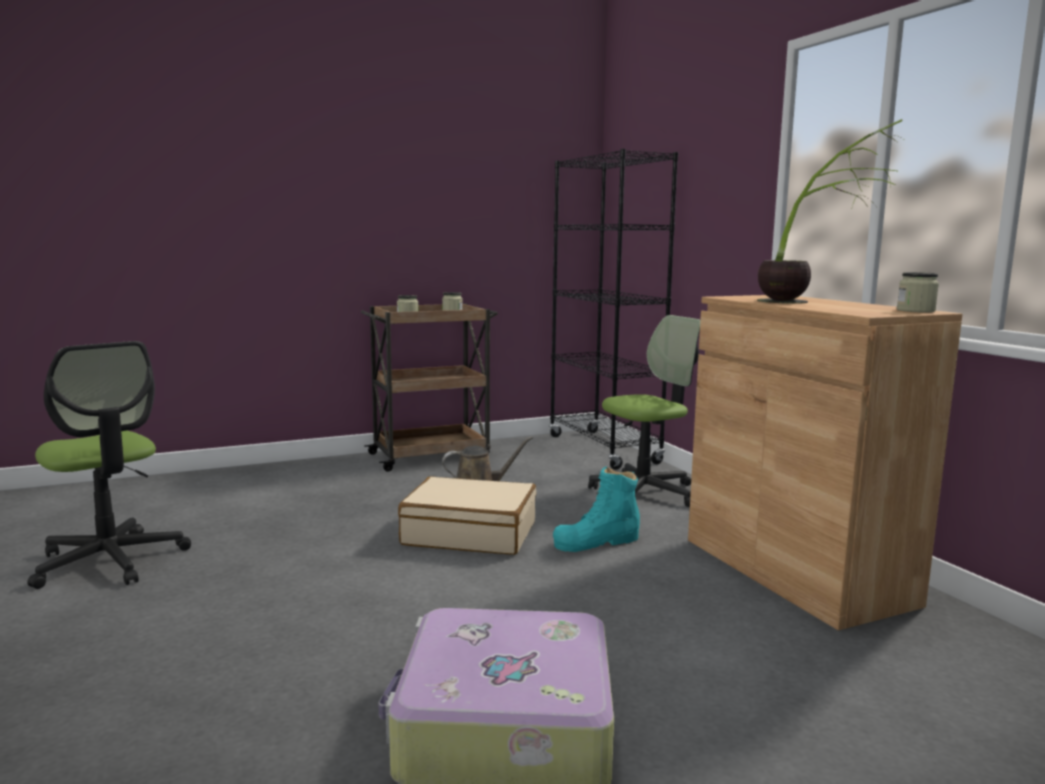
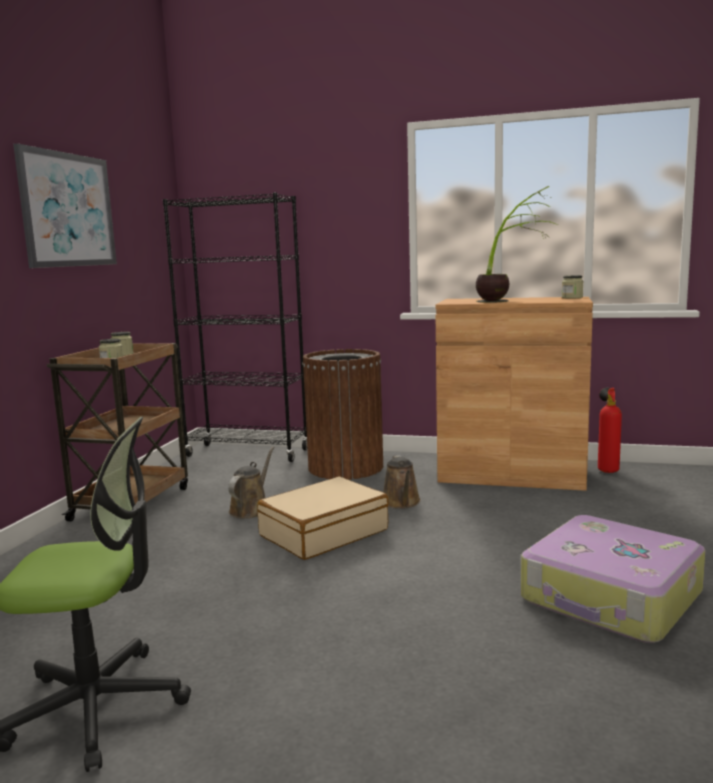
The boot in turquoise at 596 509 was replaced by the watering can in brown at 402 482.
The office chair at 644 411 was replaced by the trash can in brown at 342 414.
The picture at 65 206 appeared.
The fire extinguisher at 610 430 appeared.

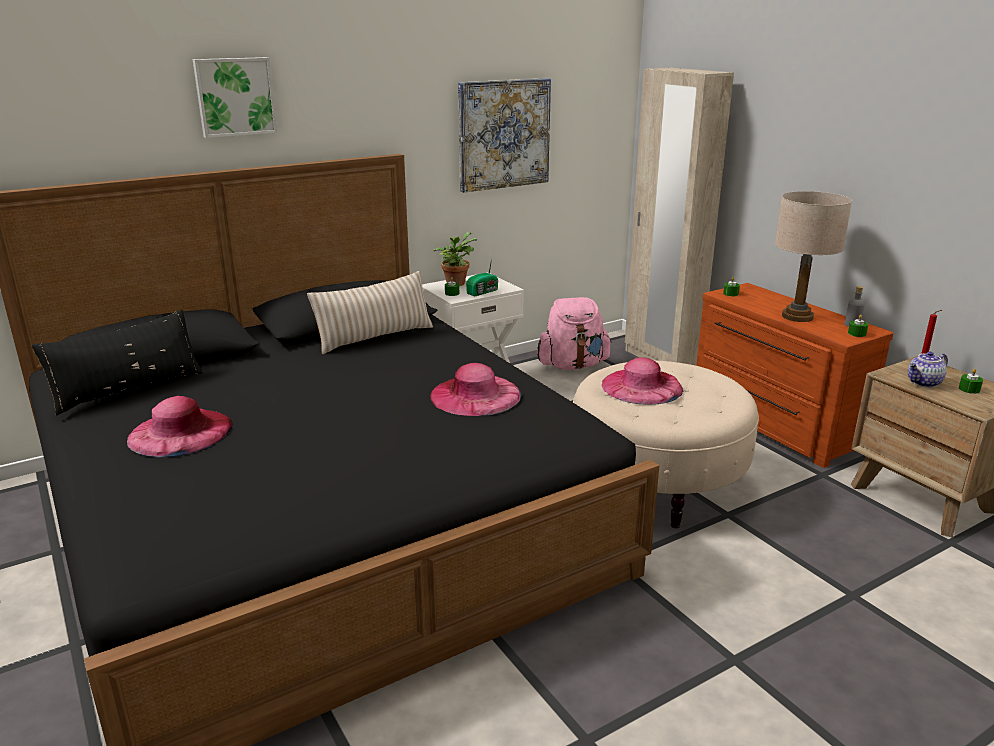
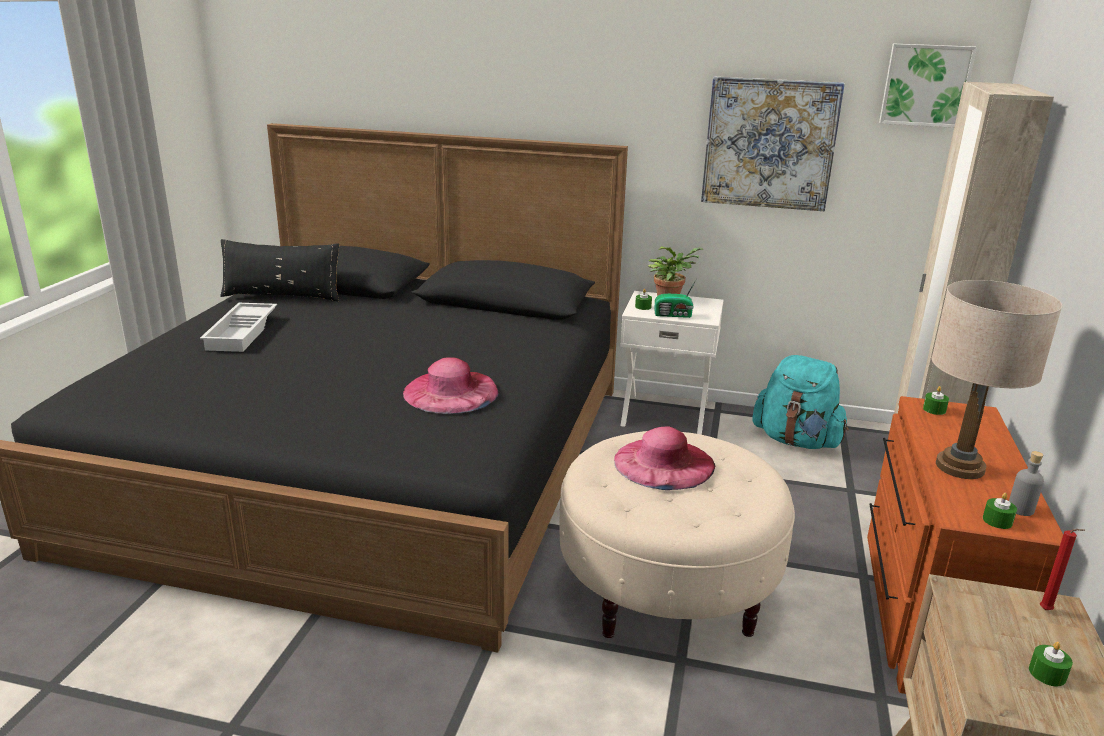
The hat in pink at 180 426 was replaced by the tray in white at 238 327.
The picture moved from 235 97 to 928 86.
The pillow in beige at 370 312 disappeared.
The backpack in pink at 574 333 became the backpack in turquoise at 800 402.
The teapot at 928 369 disappeared.

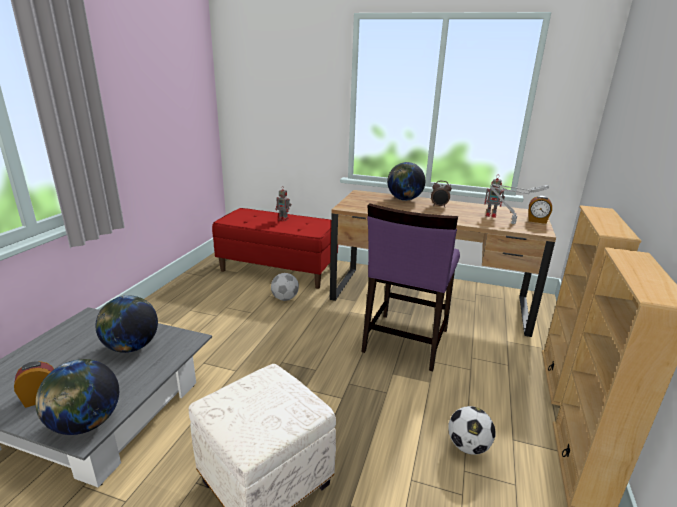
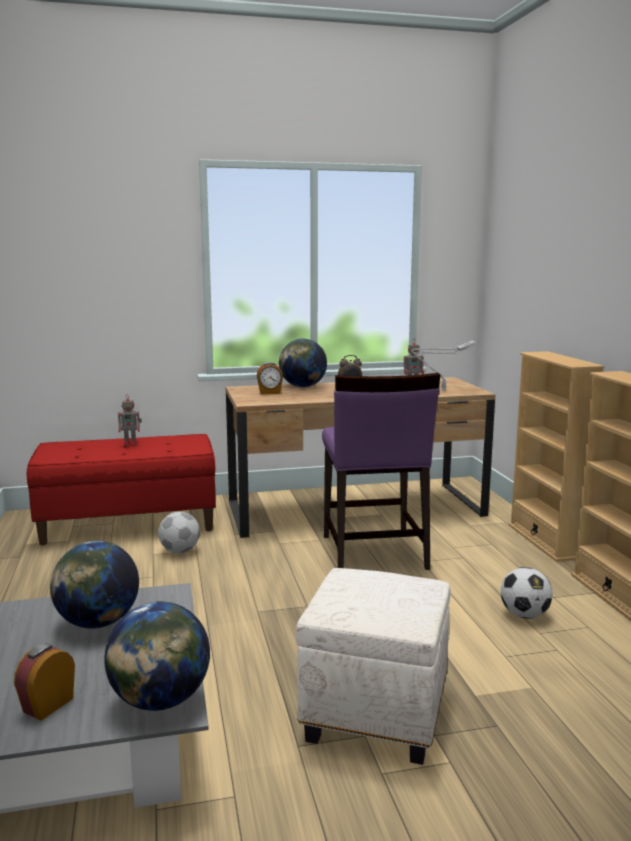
The alarm clock moved from 540 210 to 270 378.

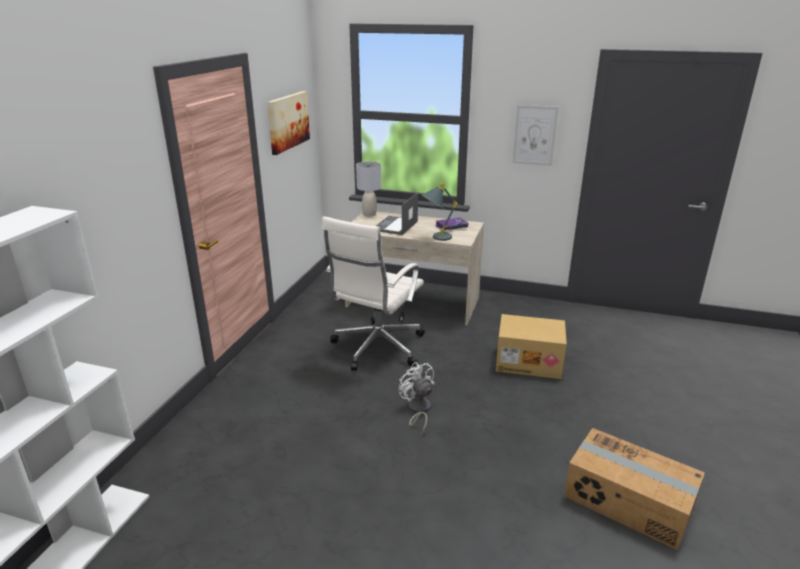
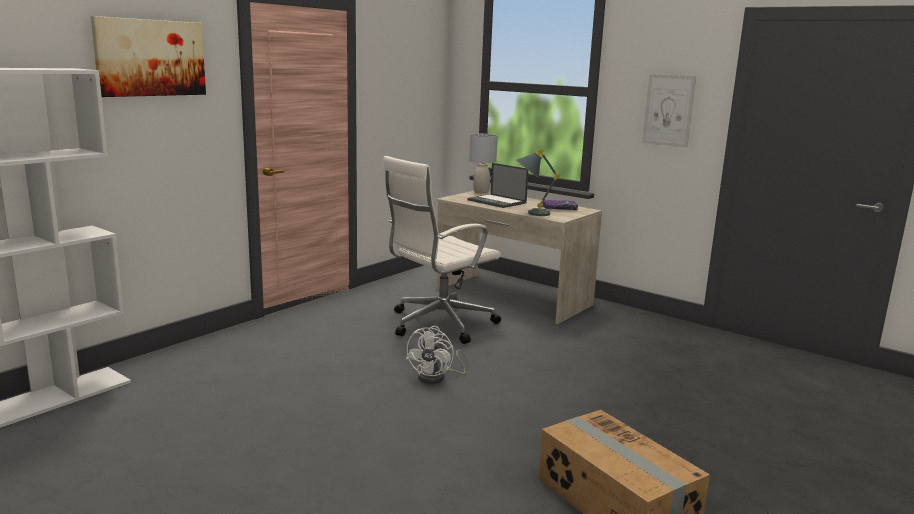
The picture moved from 288 123 to 148 56.
The laptop at 397 214 turned 90 degrees counterclockwise.
The fan in white at 417 398 turned 150 degrees counterclockwise.
The cardboard box at 531 346 disappeared.

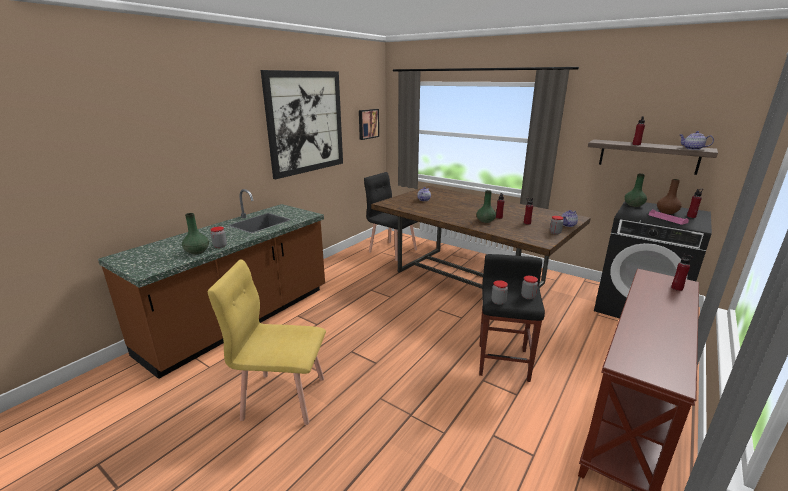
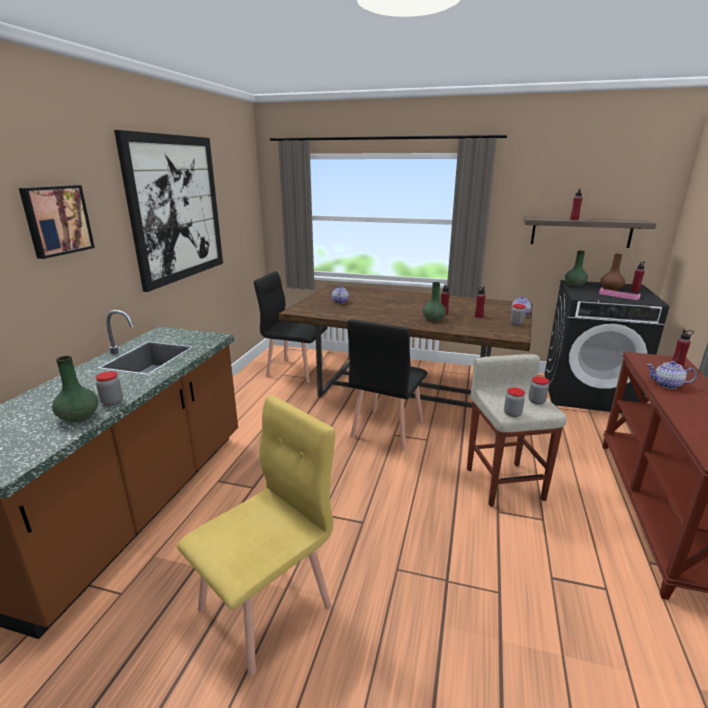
The chair in yellow at 267 342 turned 150 degrees clockwise.
The picture moved from 369 124 to 57 222.
The stool in black at 512 318 became the stool in beige at 517 430.
The teapot moved from 697 140 to 672 375.
The chair in black at 387 385 appeared.

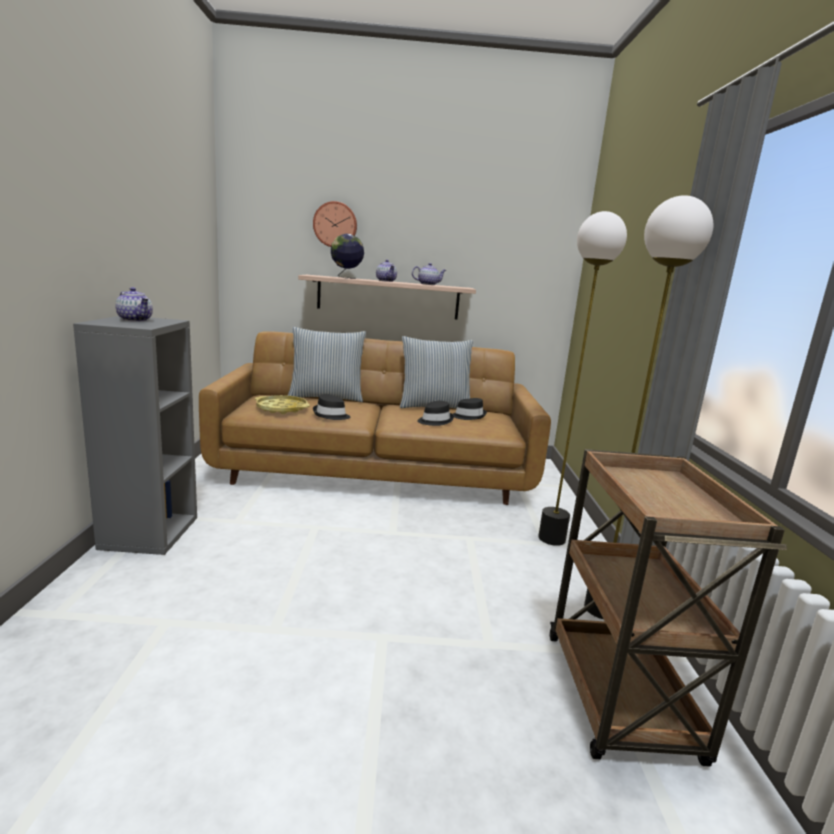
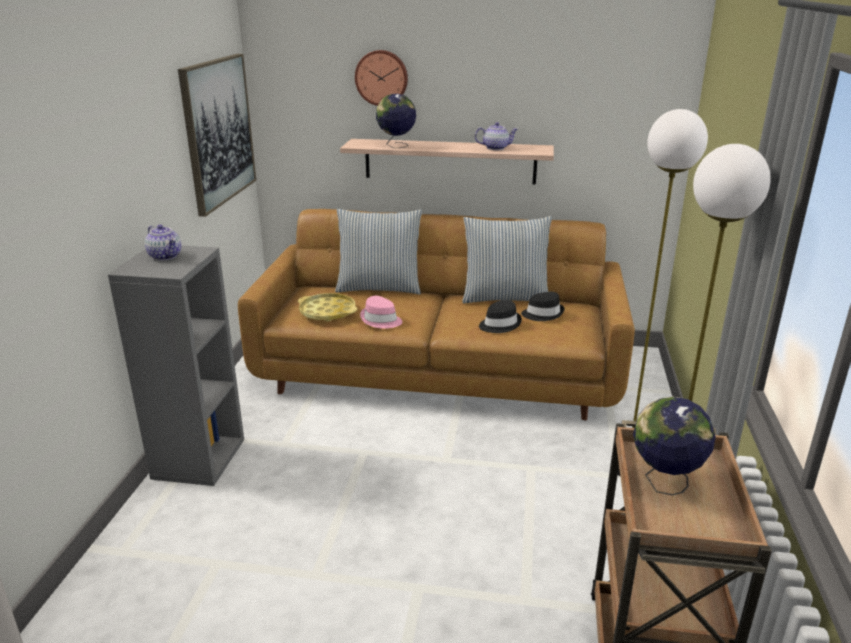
The hat in black at 331 407 became the hat in pink at 381 312.
The teapot at 386 271 disappeared.
The picture at 217 135 appeared.
The globe at 674 446 appeared.

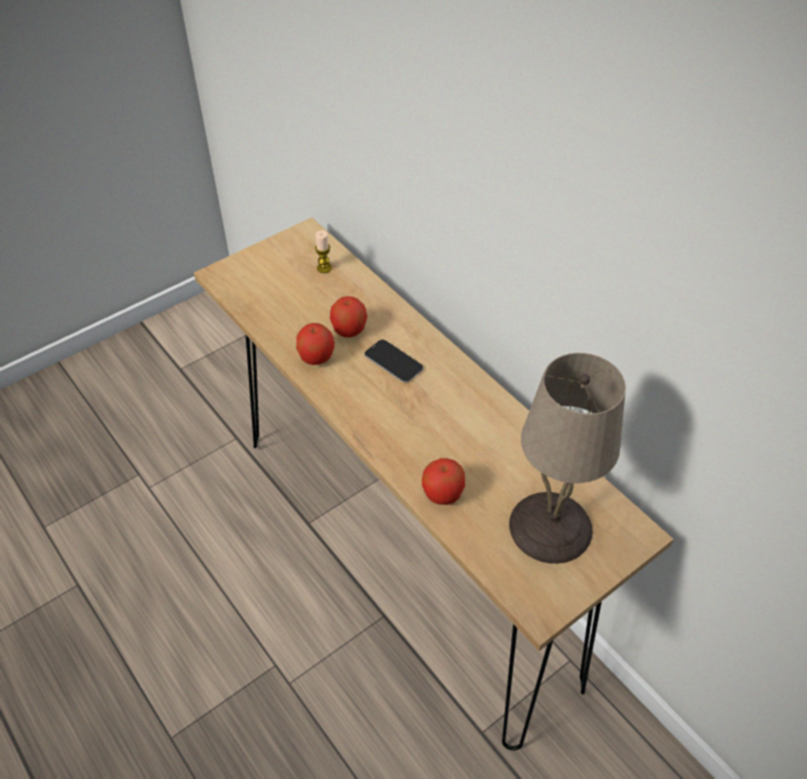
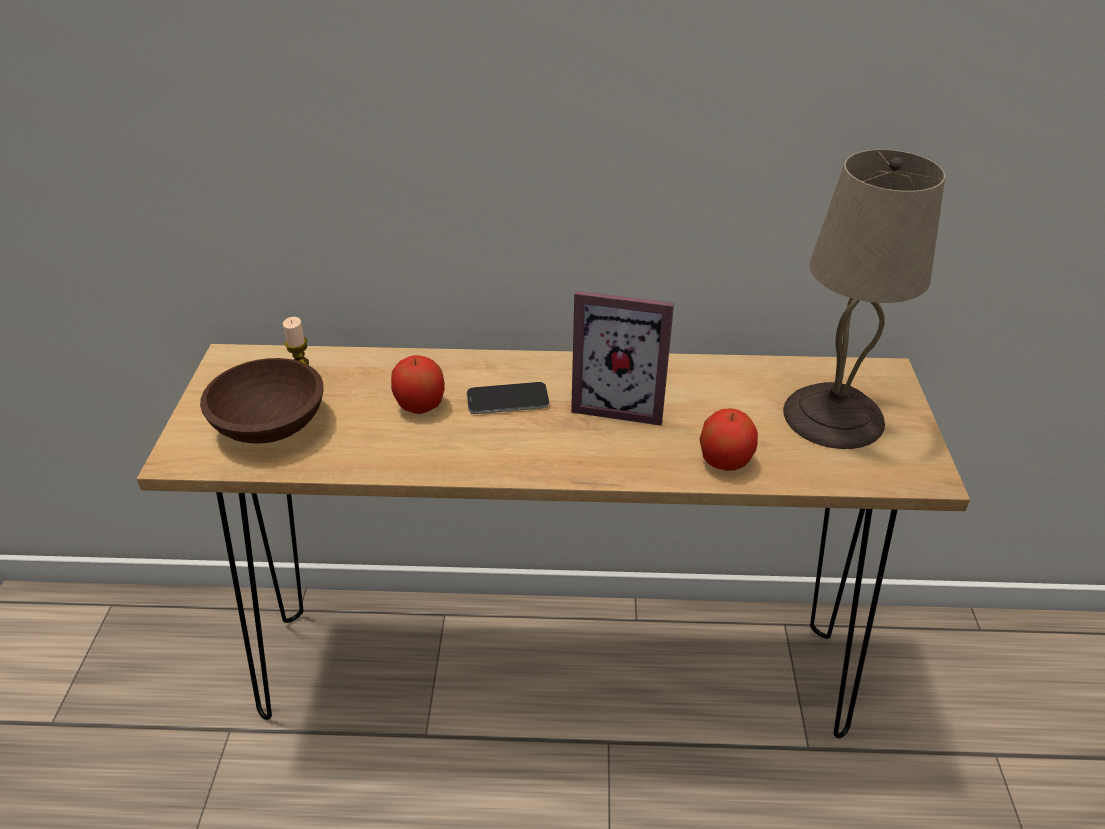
The apple at 315 344 disappeared.
The bowl in brown at 262 400 appeared.
The picture frame at 622 358 appeared.

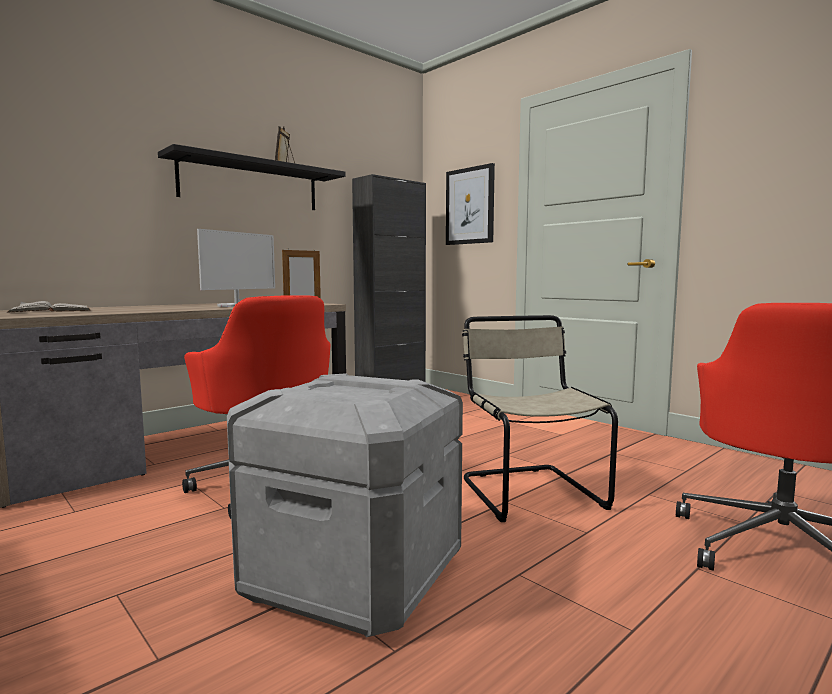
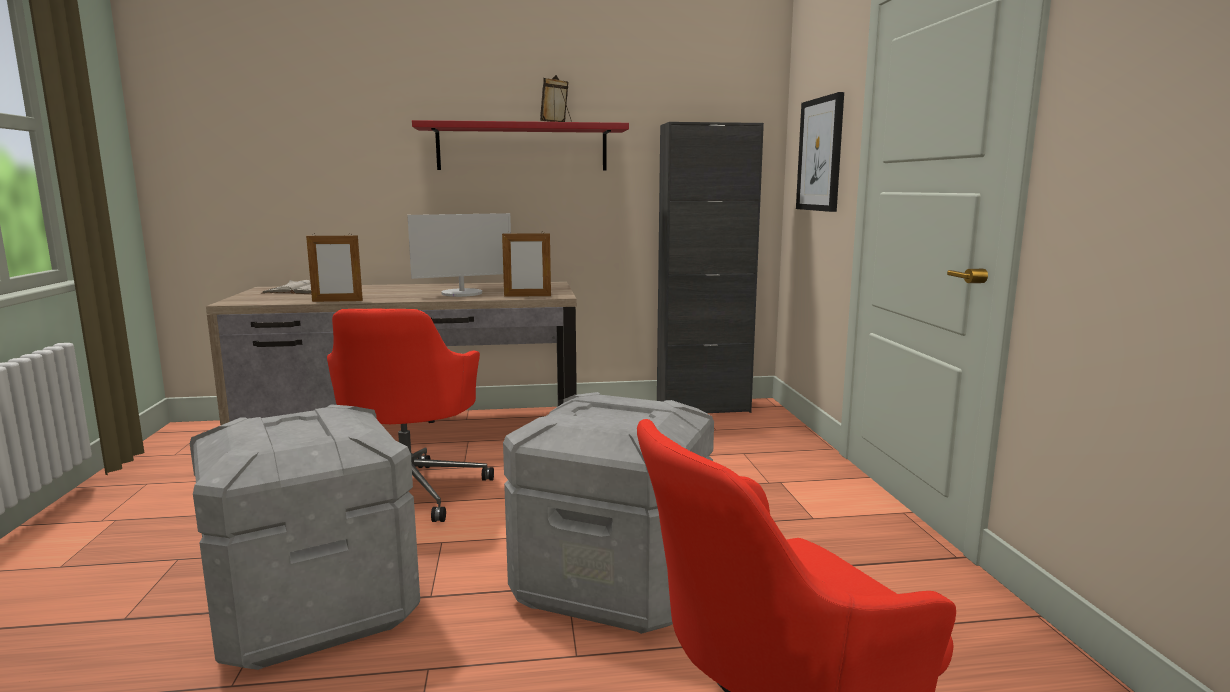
The shelf in black at 251 177 became the shelf in red at 520 145.
The chair in beige at 540 418 was replaced by the storage box in grey at 608 513.
The picture frame at 334 267 appeared.

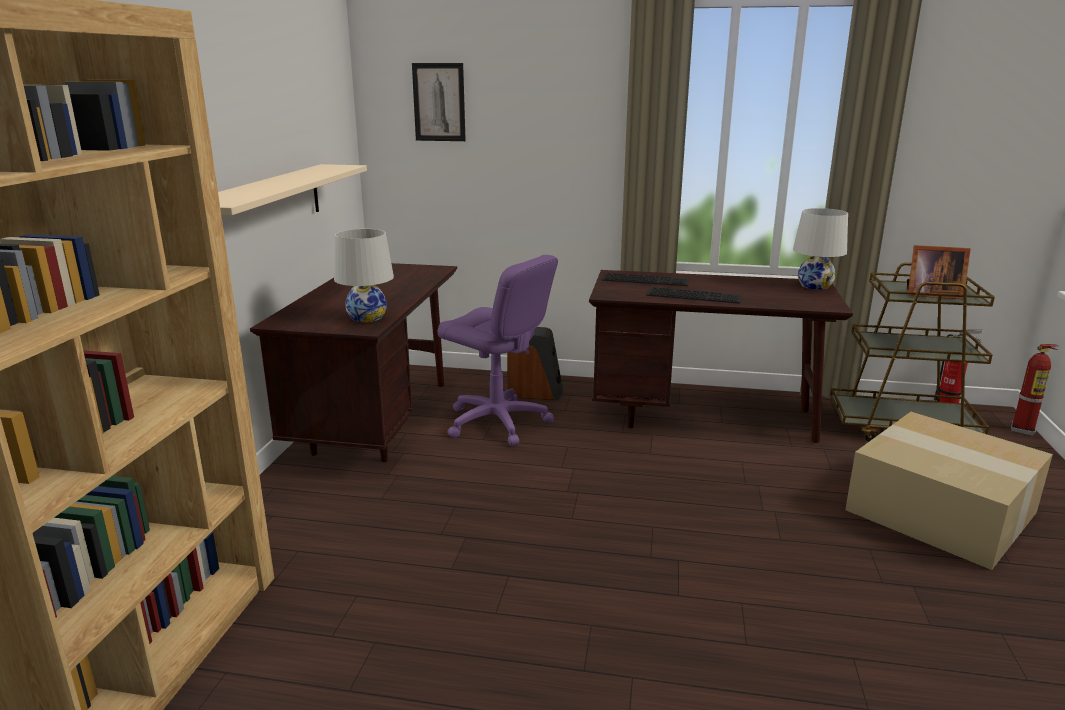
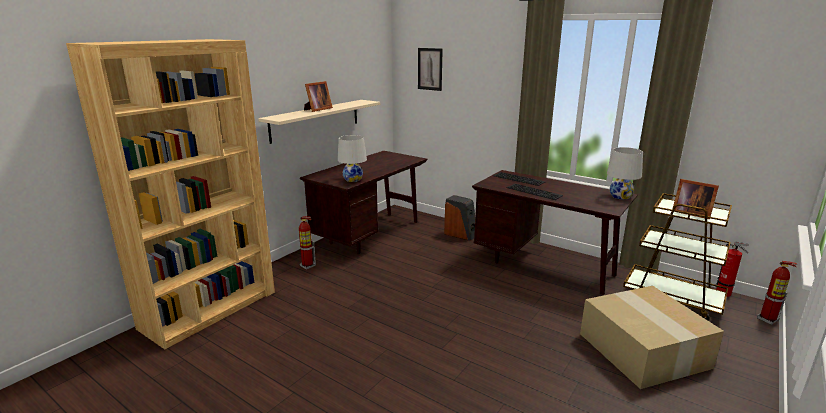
The office chair in purple at 498 350 disappeared.
The fire extinguisher at 307 242 appeared.
The picture frame at 318 96 appeared.

